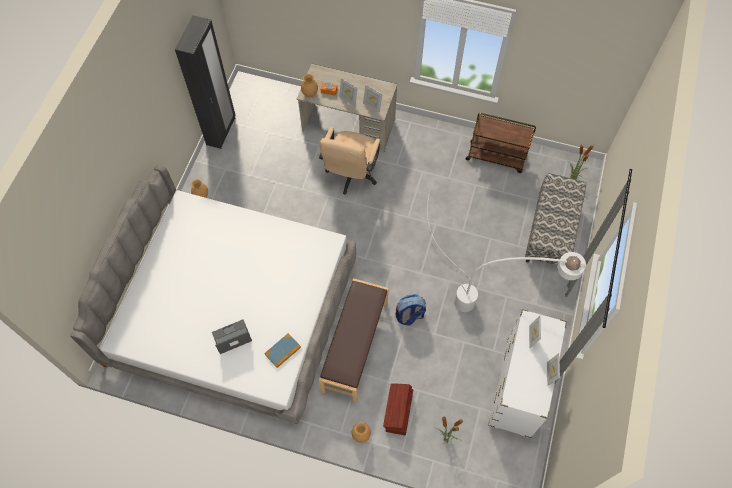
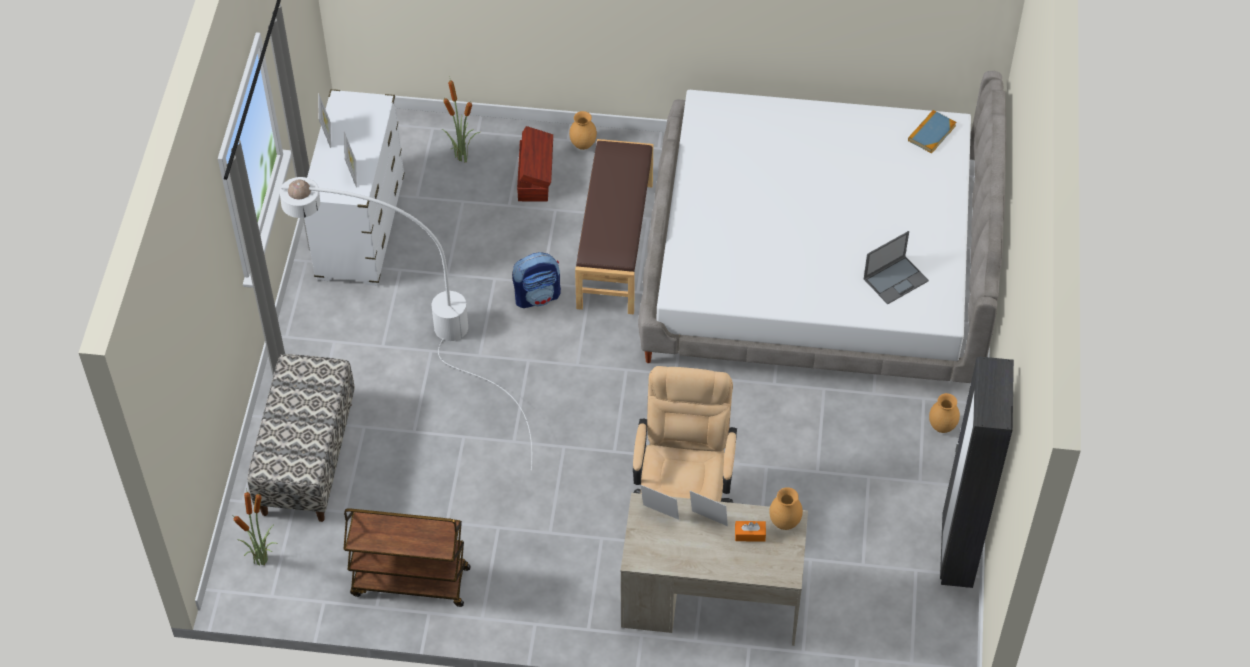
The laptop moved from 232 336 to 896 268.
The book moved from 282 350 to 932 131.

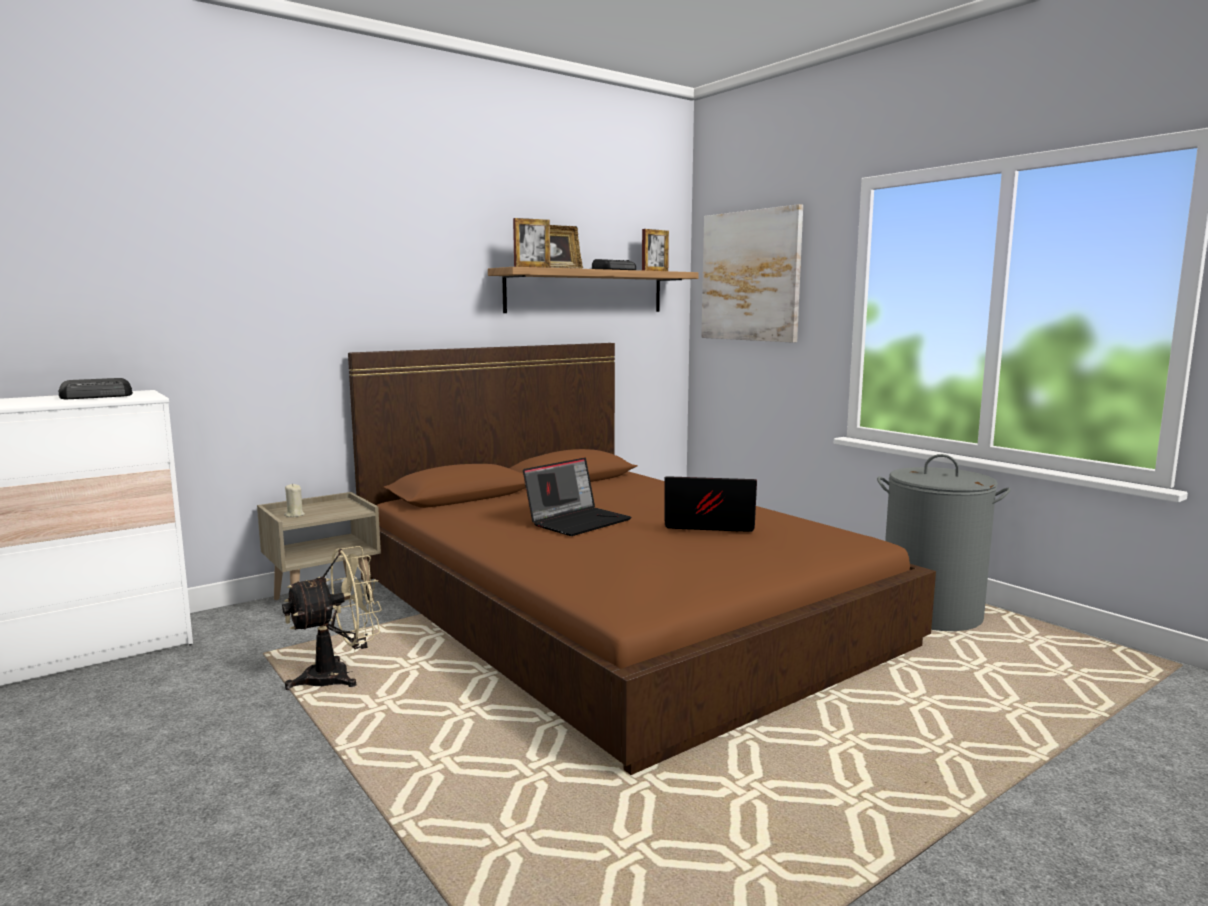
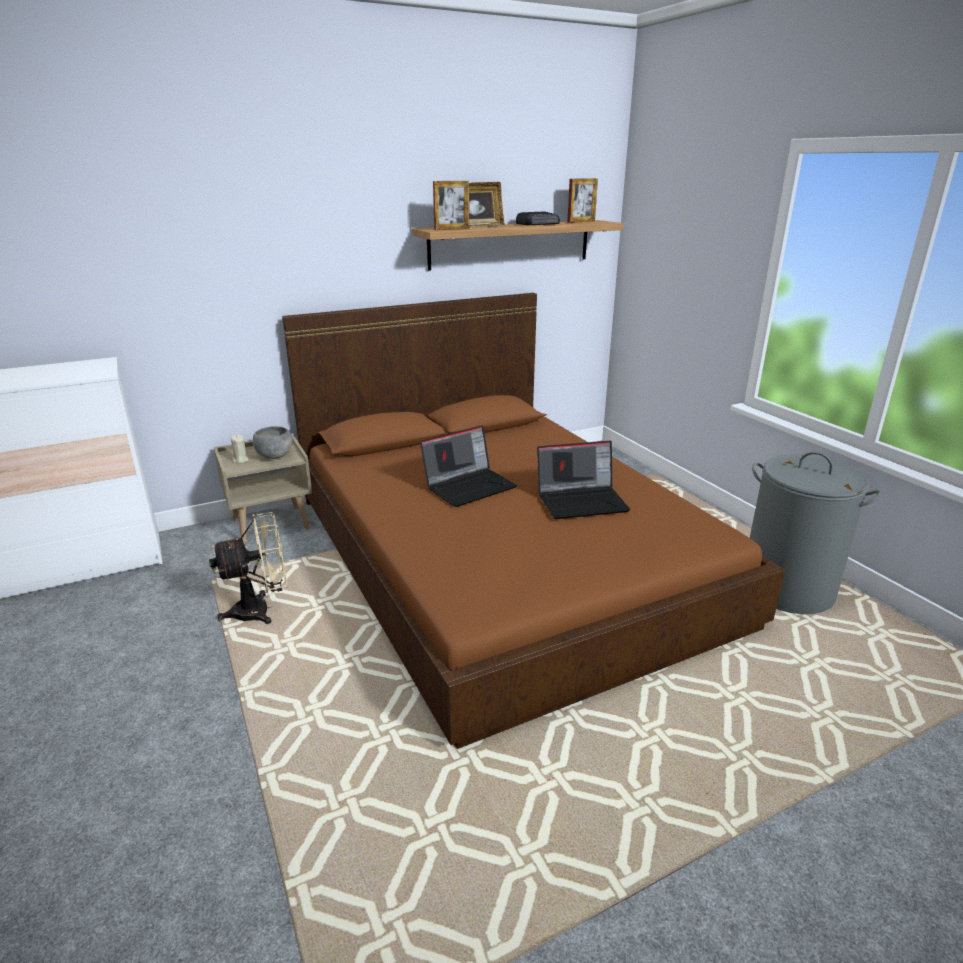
The radio at 96 388 disappeared.
The laptop at 710 504 turned 150 degrees clockwise.
The picture at 752 273 disappeared.
The bowl in grey at 273 442 appeared.

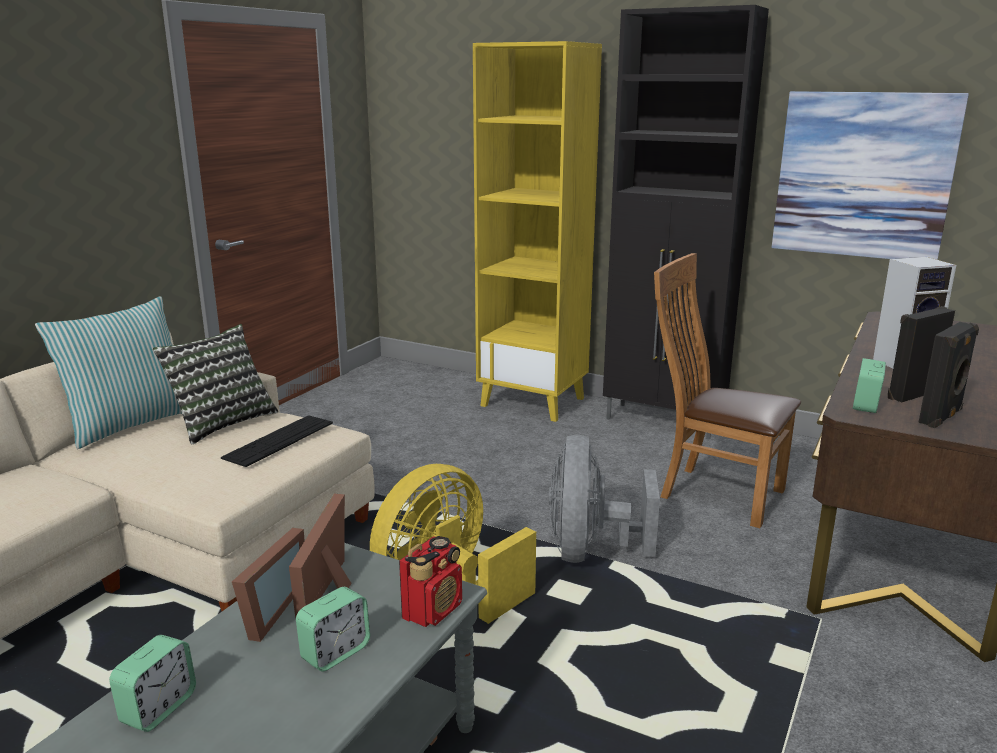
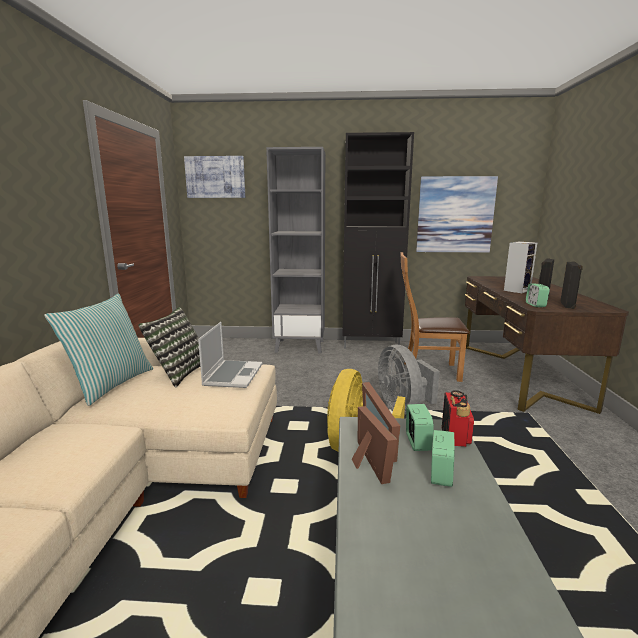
The alarm clock moved from 152 683 to 420 427.
The keyboard at 277 441 was replaced by the laptop at 230 355.
The bookcase in yellow at 537 231 became the bookcase in grey at 295 250.
The picture at 214 177 appeared.

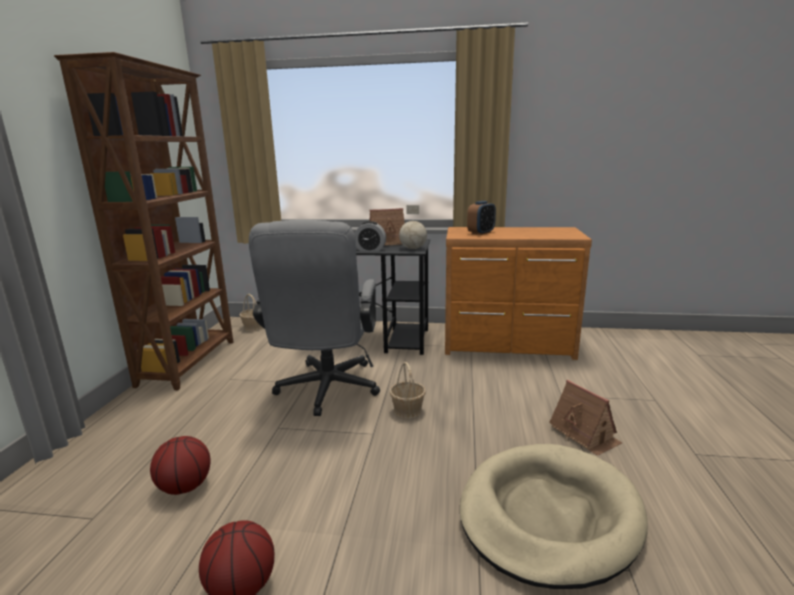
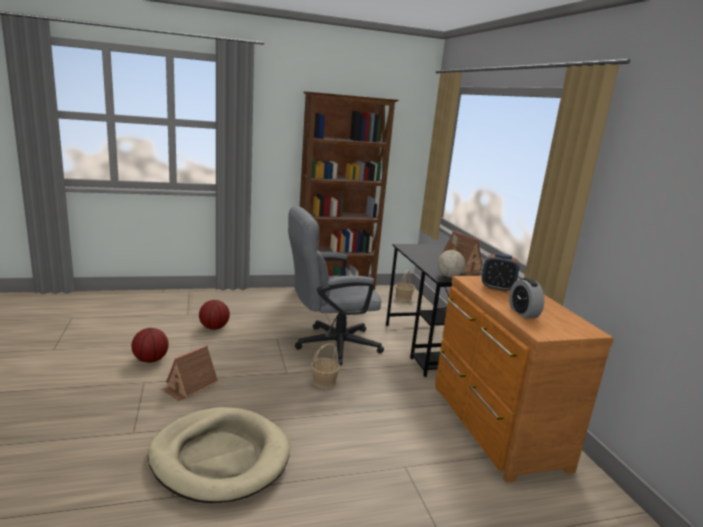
The alarm clock moved from 370 236 to 526 298.
The toy house moved from 586 418 to 189 373.

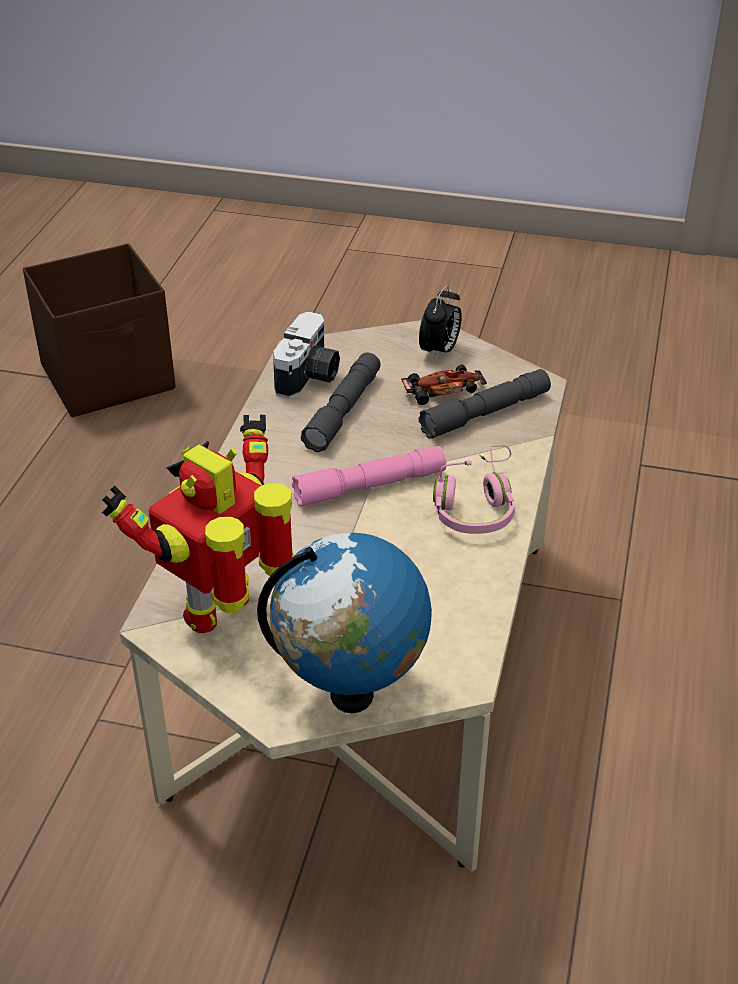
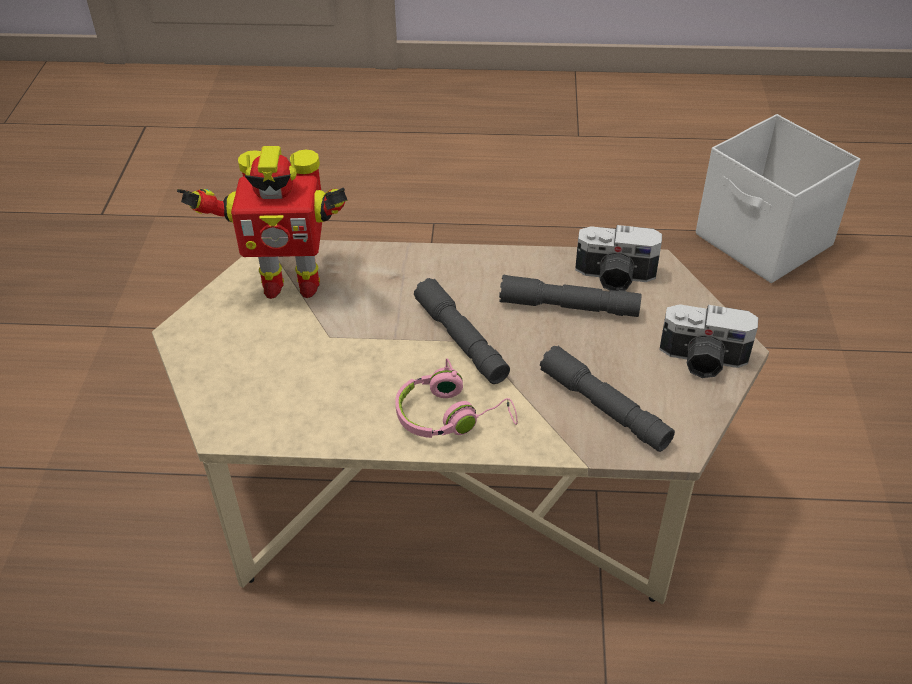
The storage box in brown at 99 330 became the storage box in white at 778 198.
The toy robot at 198 524 turned 150 degrees clockwise.
The globe at 344 622 disappeared.
The flashlight in pink at 369 476 became the flashlight in grey at 462 331.
The toy car at 444 385 disappeared.
The alarm clock at 440 323 was replaced by the photo camera at 708 341.

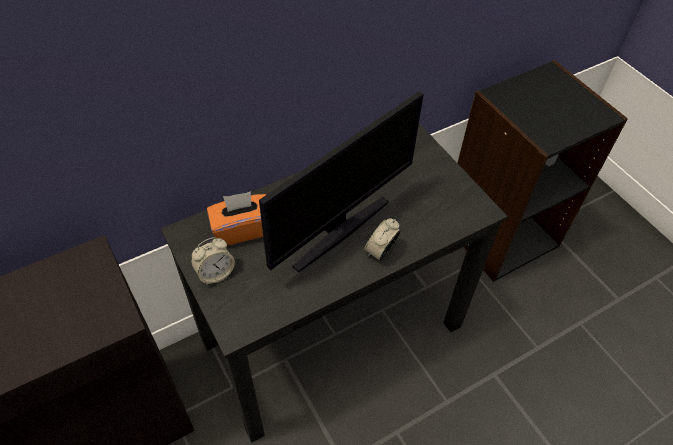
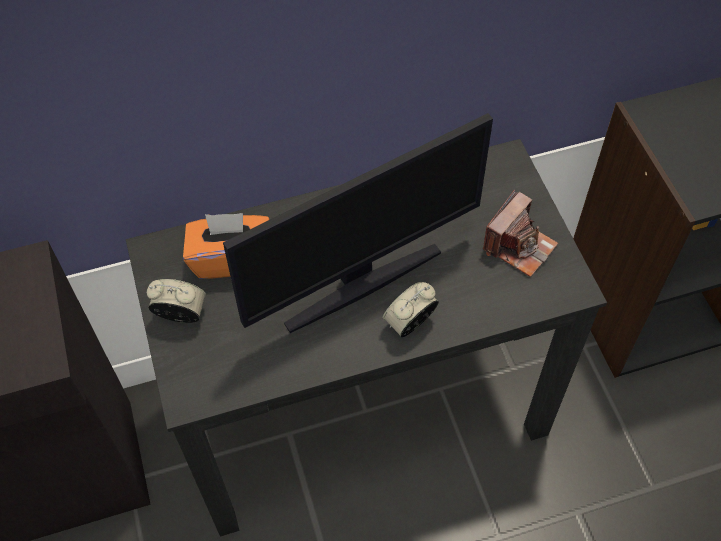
The alarm clock at 213 261 turned 150 degrees counterclockwise.
The photo camera at 520 233 appeared.

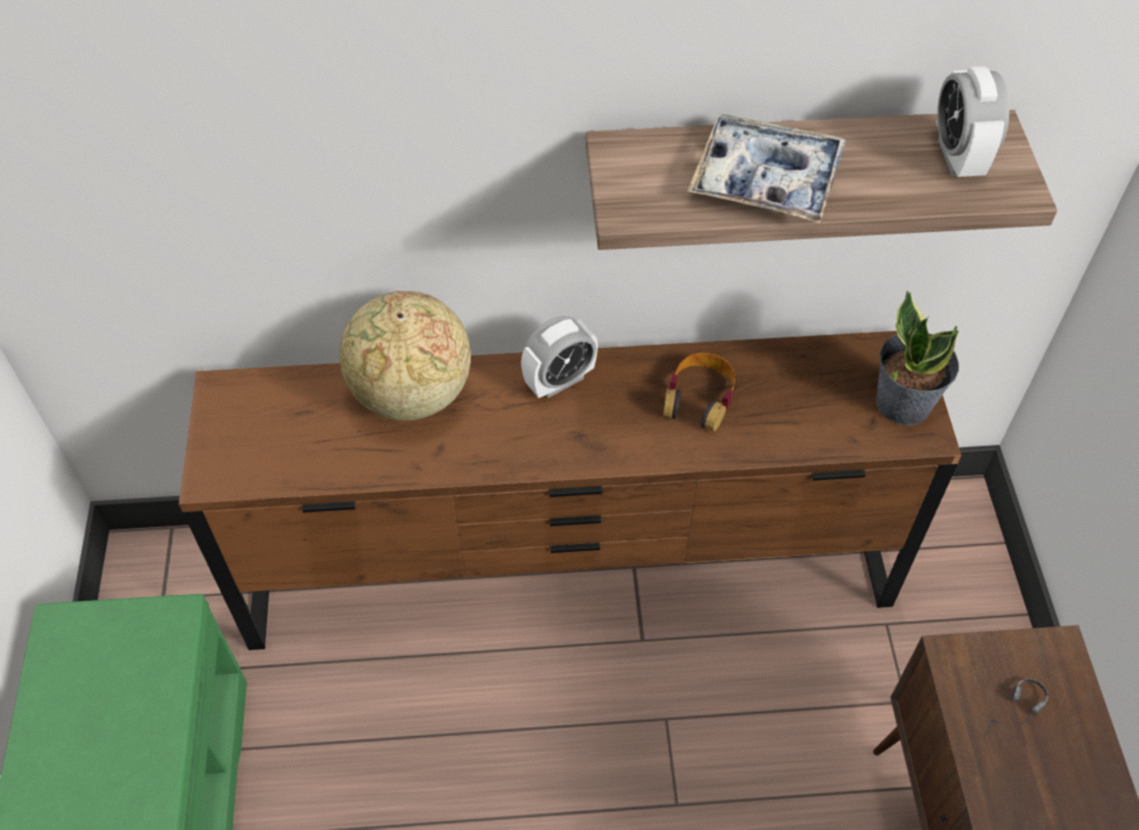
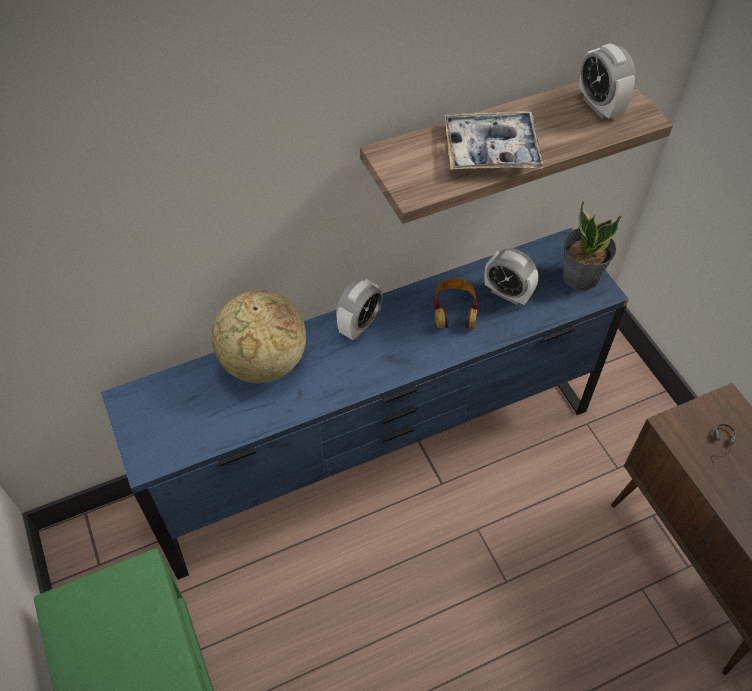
The dresser in brown at 570 490 became the dresser in blue at 365 404.
The alarm clock at 511 276 appeared.

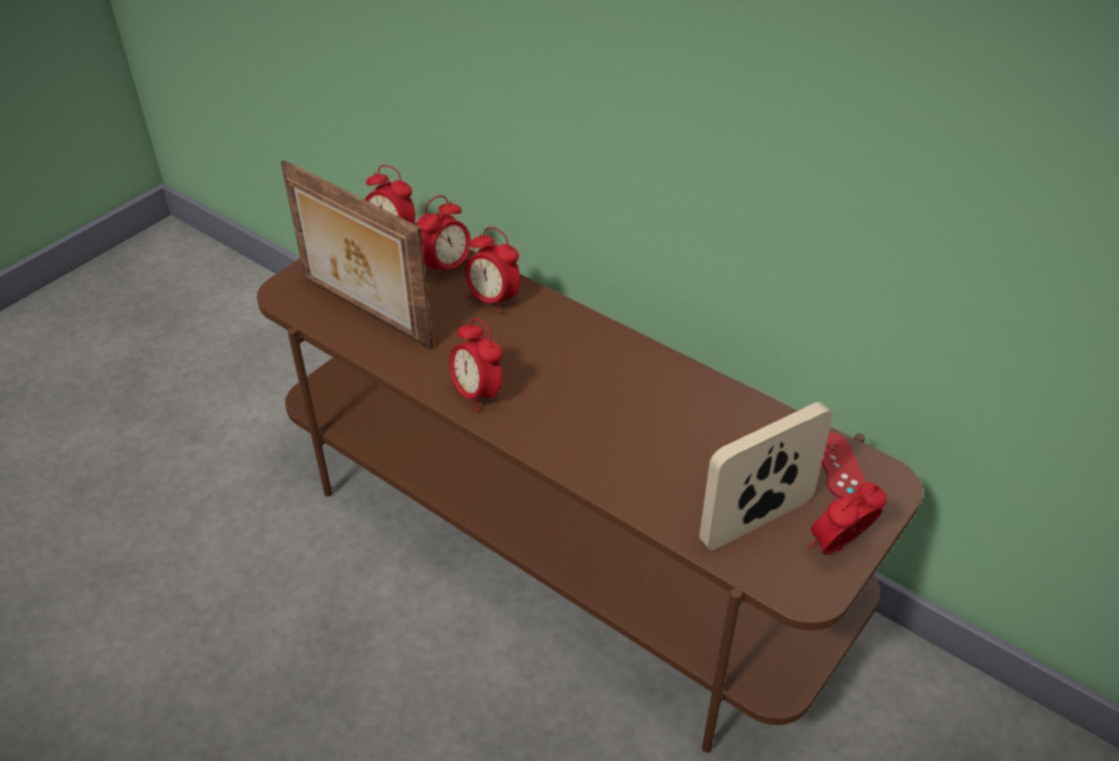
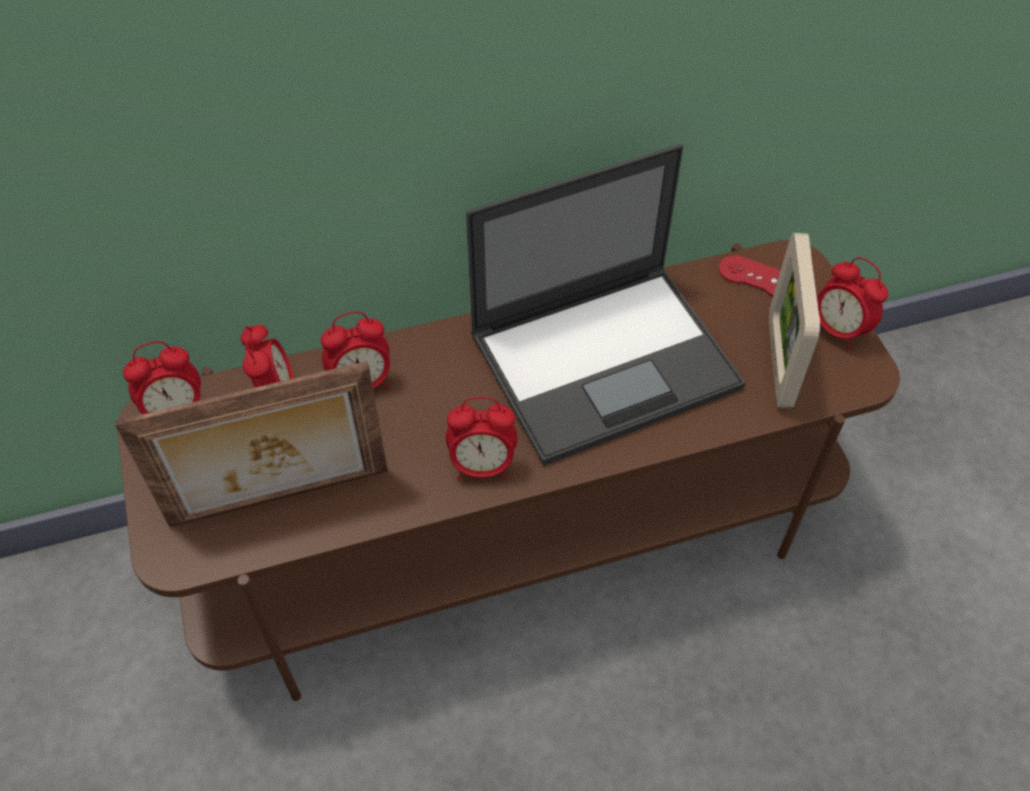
The alarm clock at 848 518 turned 45 degrees counterclockwise.
The laptop at 606 305 appeared.

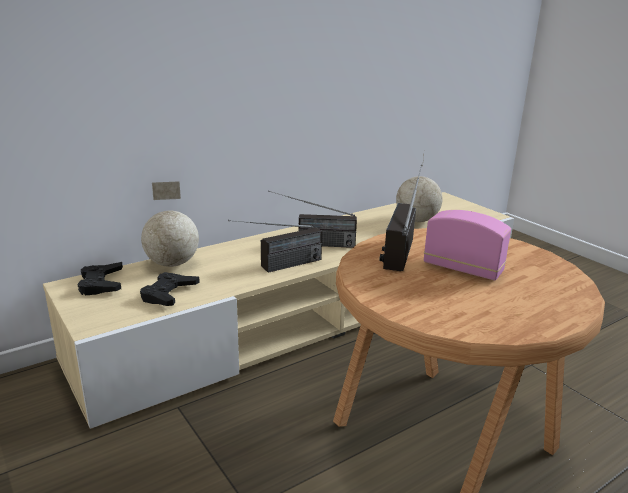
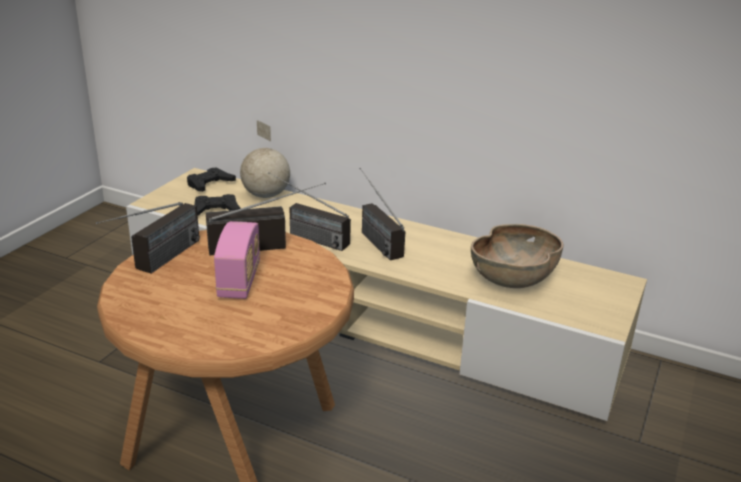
The globe at 419 189 was replaced by the bowl in brown at 517 256.
The radio at 148 238 appeared.

